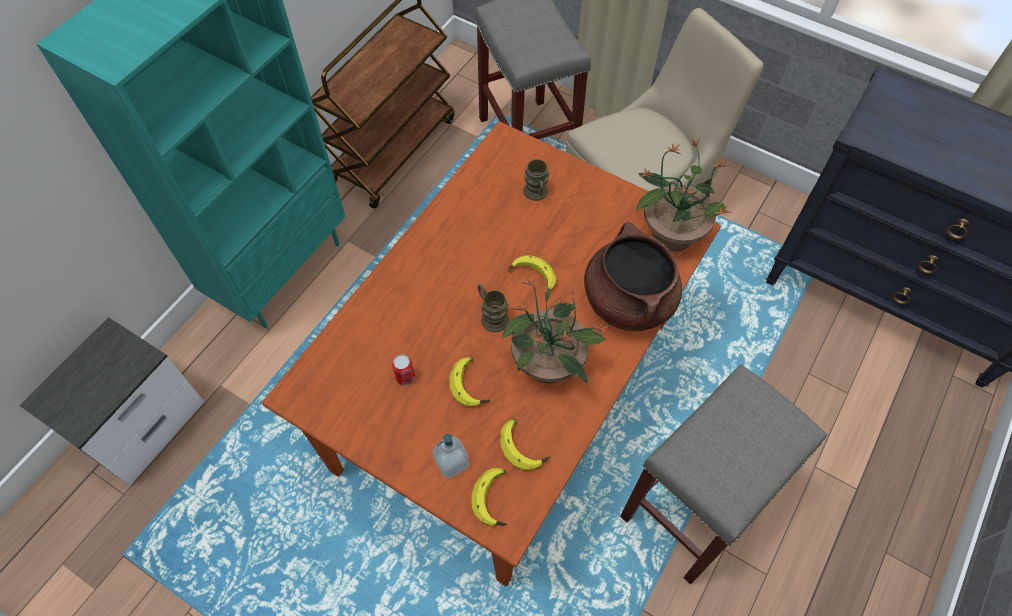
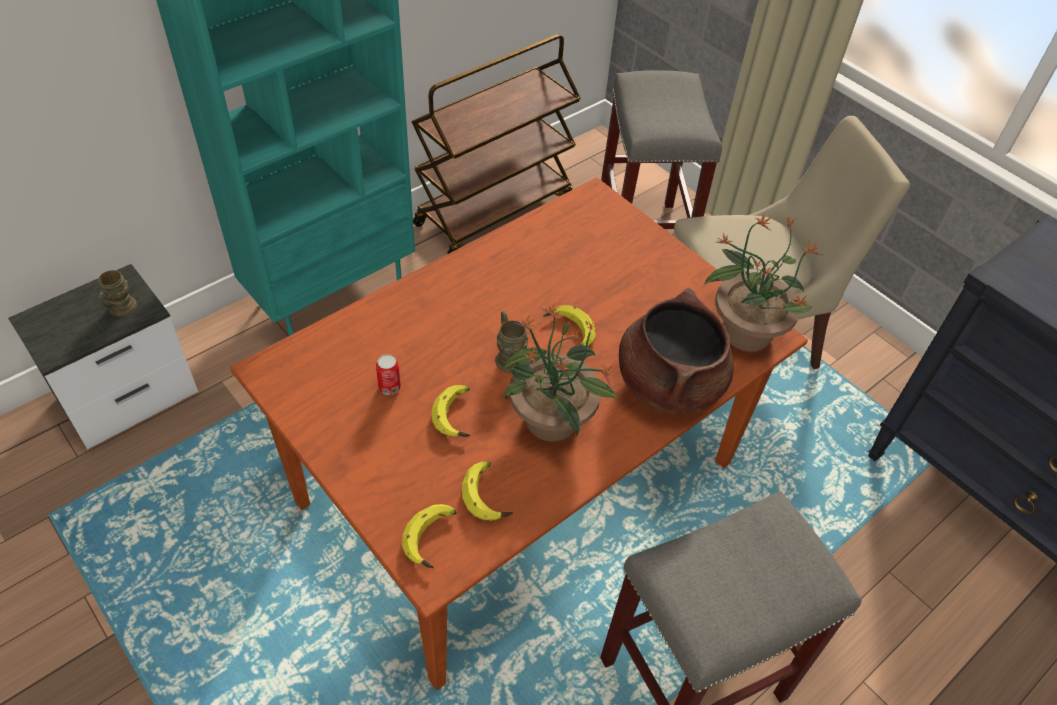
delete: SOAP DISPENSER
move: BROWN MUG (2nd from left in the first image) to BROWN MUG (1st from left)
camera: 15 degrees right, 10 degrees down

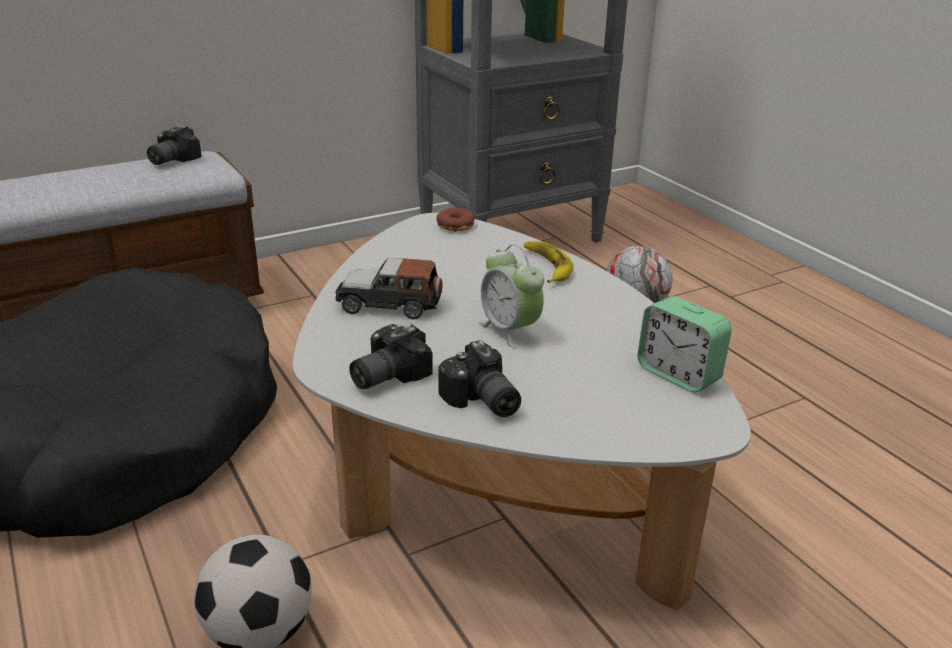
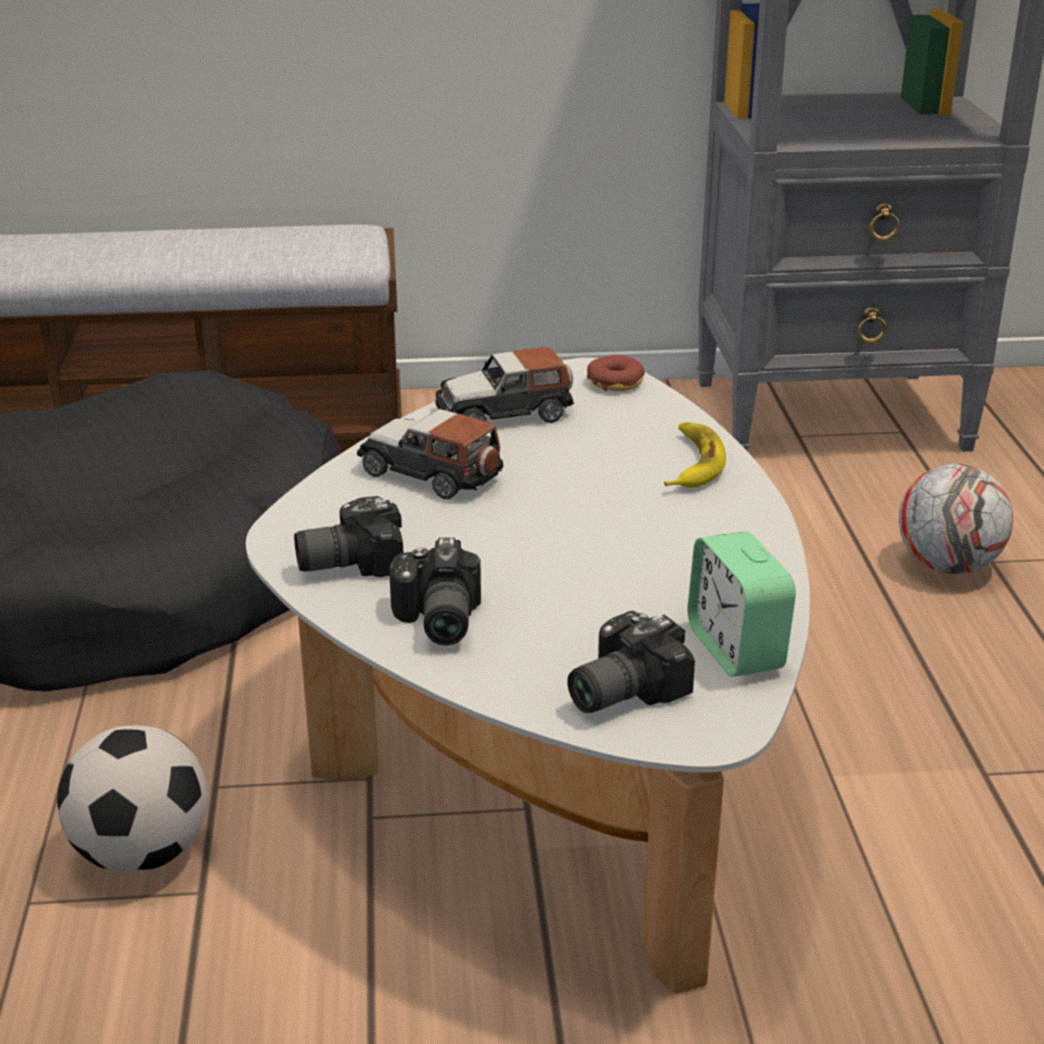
delete: ALARM CLOCK (1st from left)
insert: TOY CAR (2nd from left)
move: PHOTO CAMERA (1st from left in the first image) to PHOTO CAMERA (3rd from left)
camera: 25 degrees right, 0 degrees up

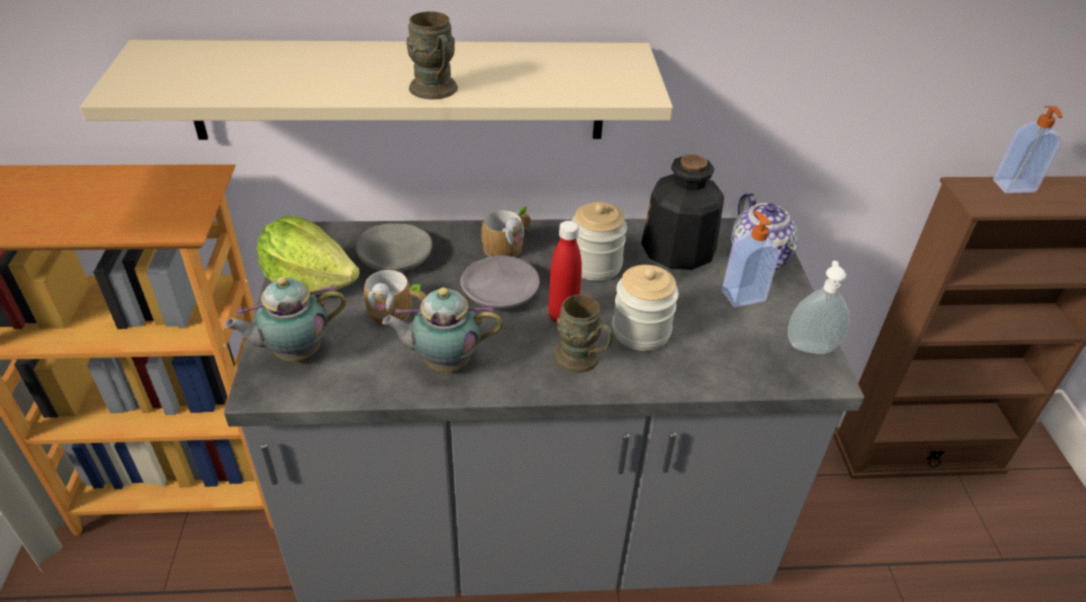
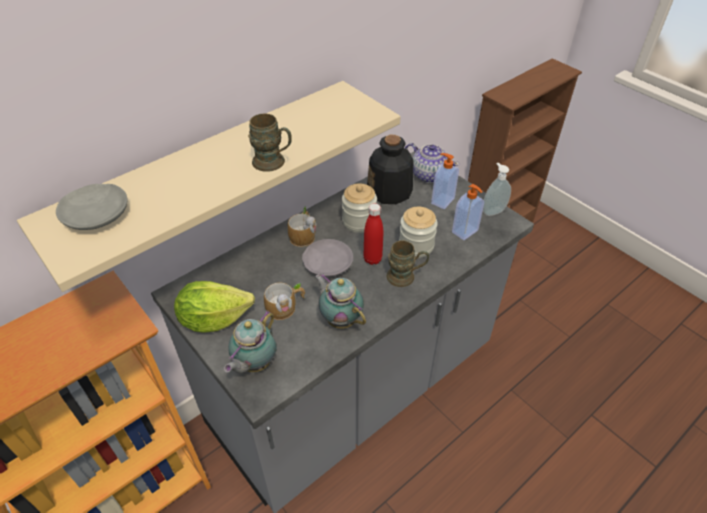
move: GREY PLATE (1st from left); SOAP DISPENSER (3rd from left in the first image) to SOAP DISPENSER (2nd from left)
rotate: TEAPOT (2nd from left) 90 degrees clockwise
camera: 35 degrees left, 5 degrees up

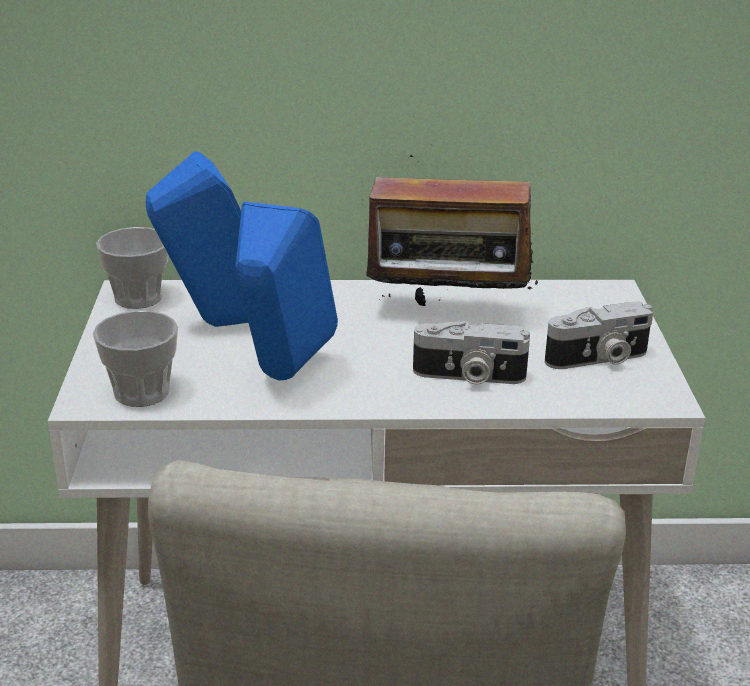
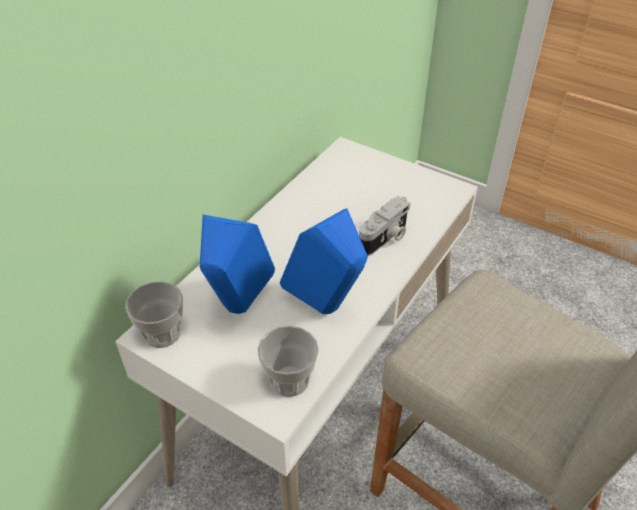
delete: RADIO; PHOTO CAMERA (2nd from left)
camera: 55 degrees left, 15 degrees up

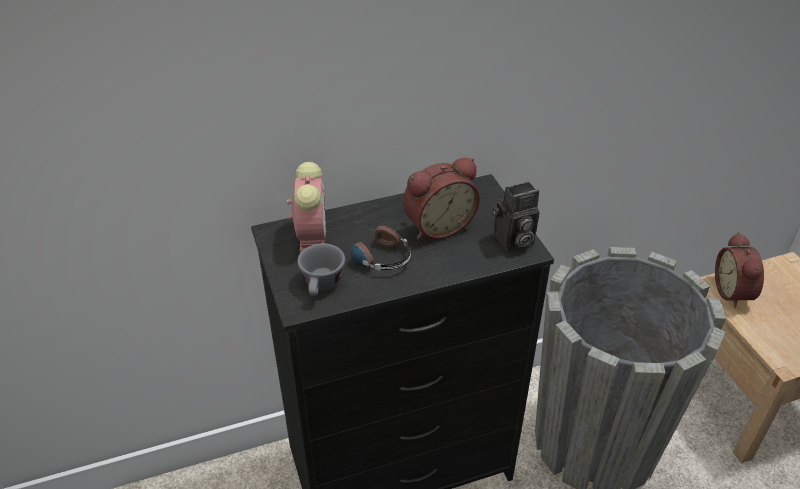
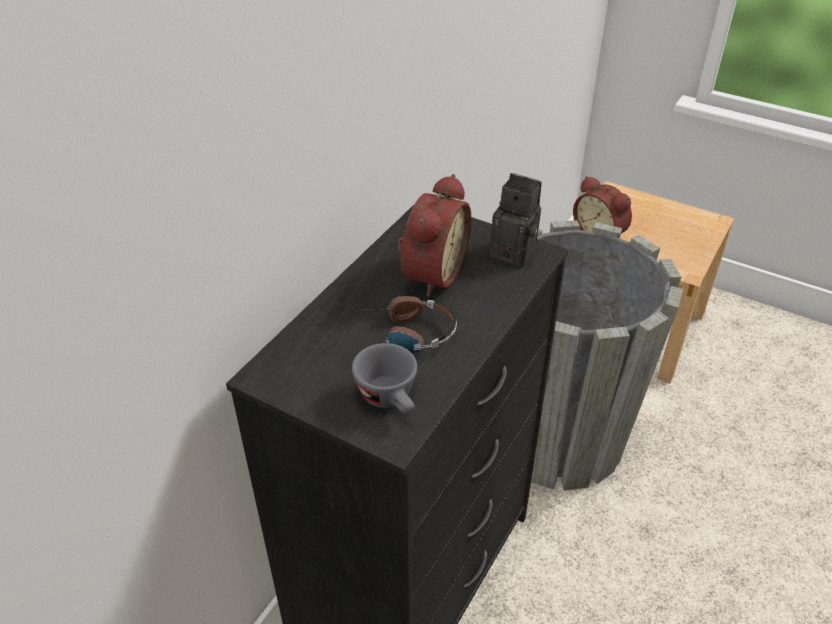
delete: ALARM CLOCK (1st from left)
rotate: PHOTO CAMERA 90 degrees counterclockwise
camera: 40 degrees left, 0 degrees up

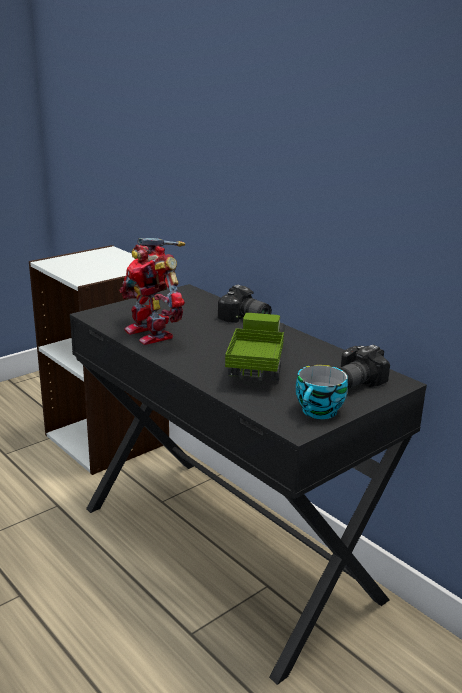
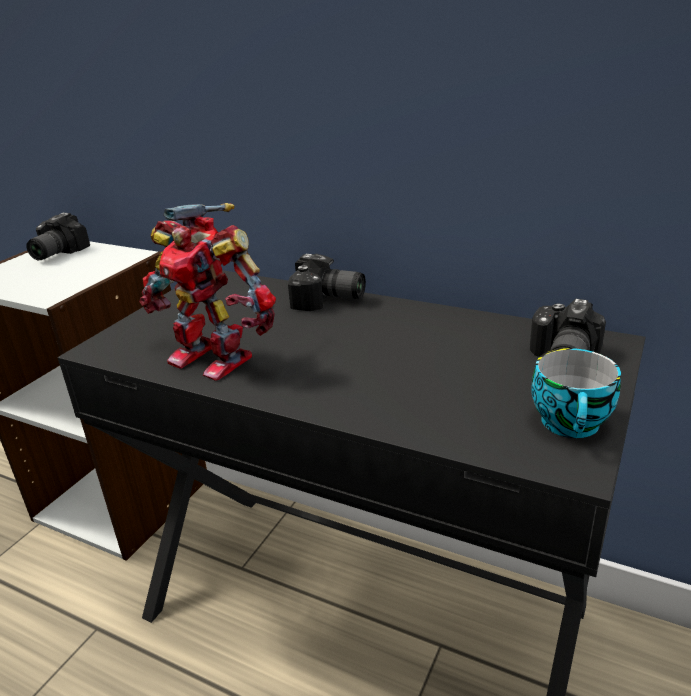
delete: TOY TRUCK
insert: PHOTO CAMERA (1st from left)
camera: 20 degrees left, 5 degrees up

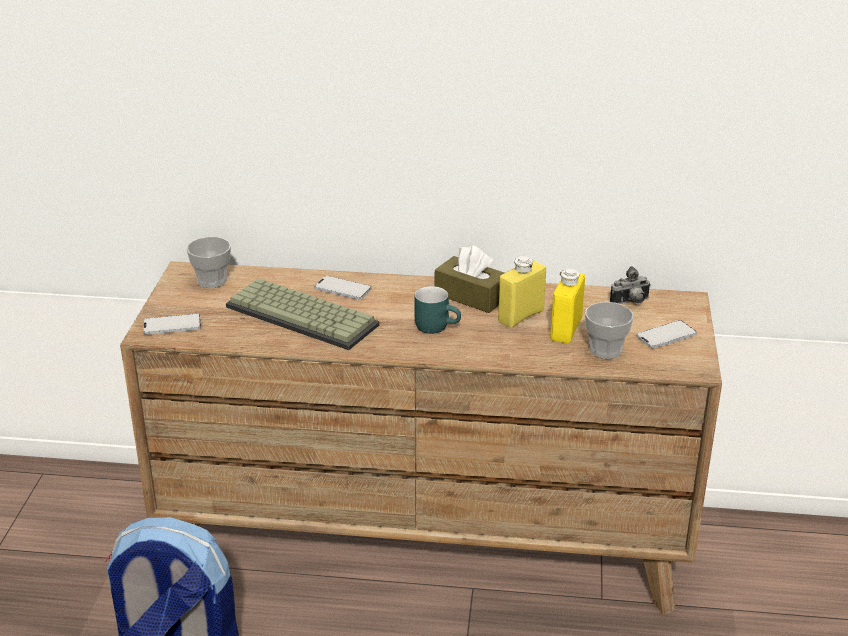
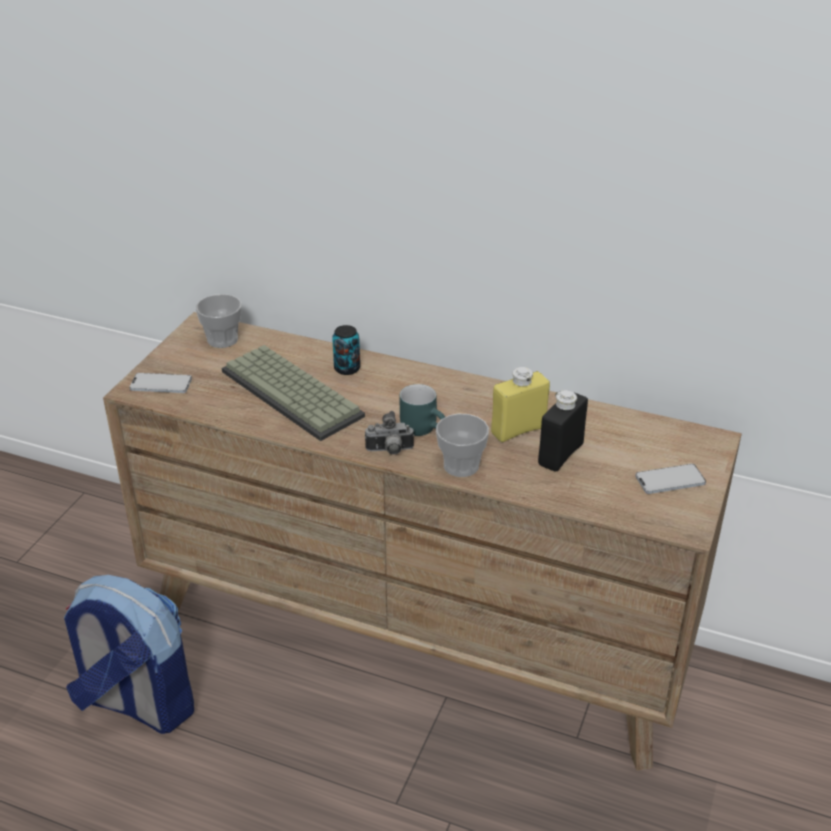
delete: BROWN TISSUE BOX
move: CUP (2nd from left); PHOTO CAMERA
replace: PHONE (2nd from left) to CAN
recolor: YELLOW BOTTLE (2nd from left) to BLACK BOTTLE
camera: 15 degrees right, 5 degrees up

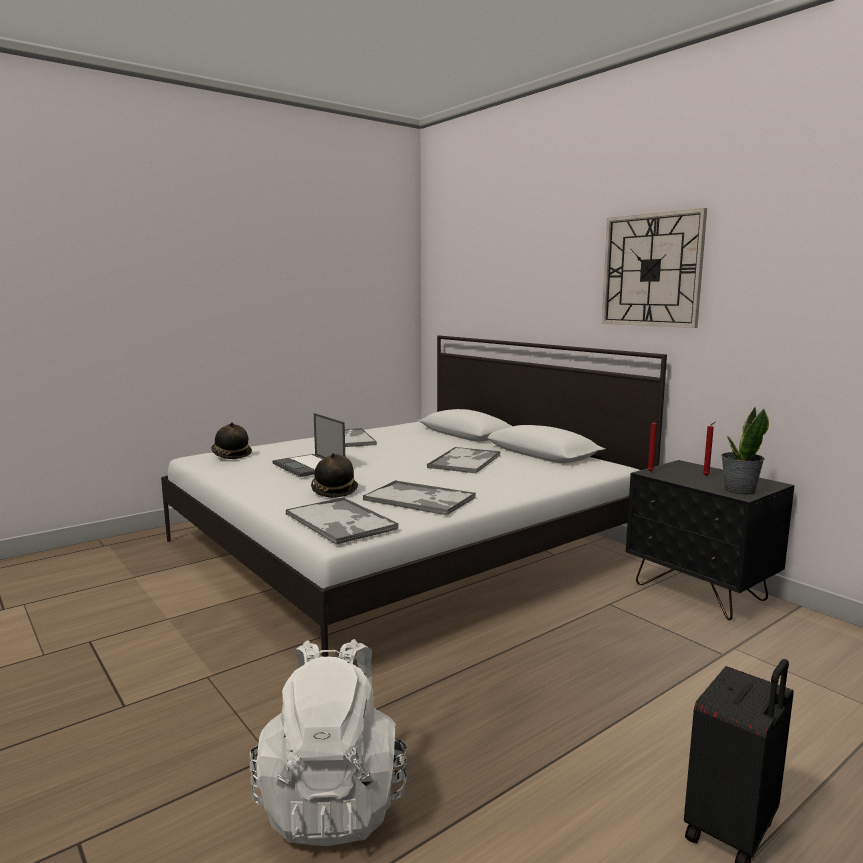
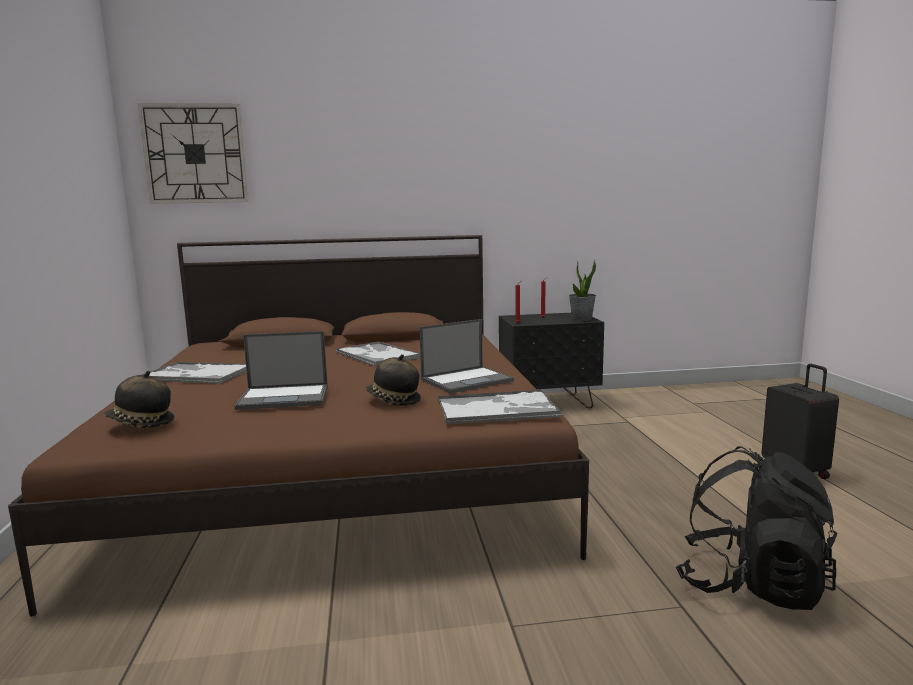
move: WALL CLOCK
replace: TRAY (3rd from left) to LAPTOP (2nd from left)
recolor: WHITE BED to BROWN BED; WHITE BACKPACK to BLACK BACKPACK
camera: 60 degrees left, 0 degrees up

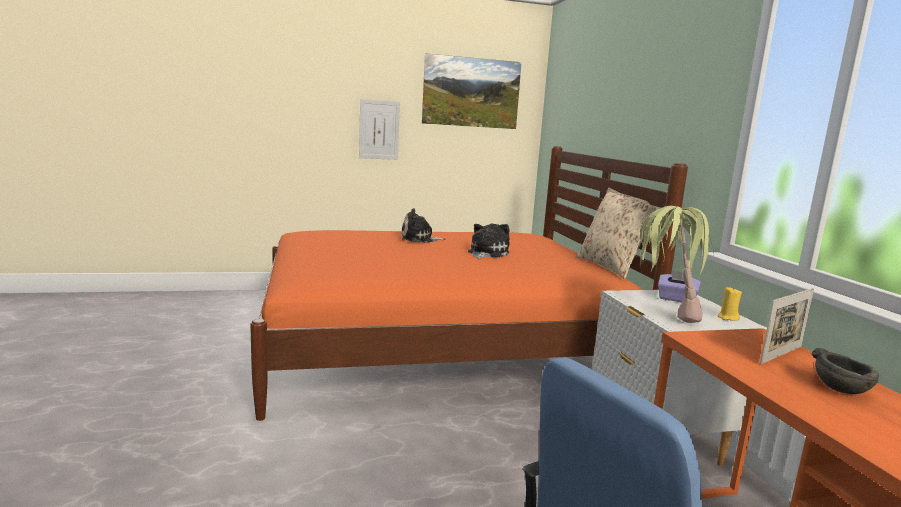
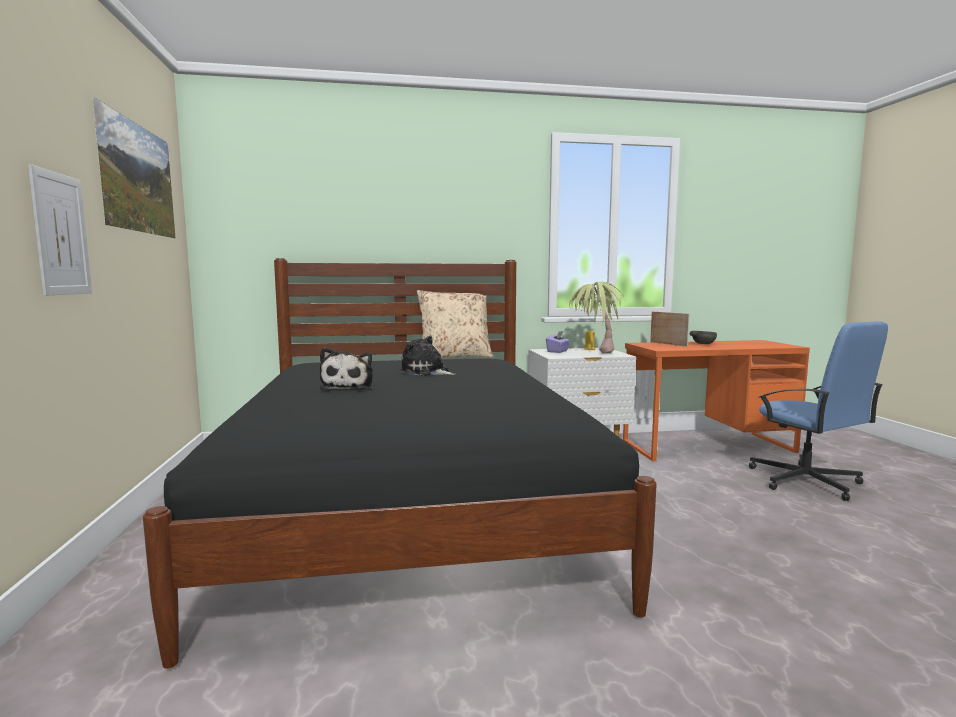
recolor: ORANGE BED to BLACK BED
camera: 85 degrees left, 5 degrees down

